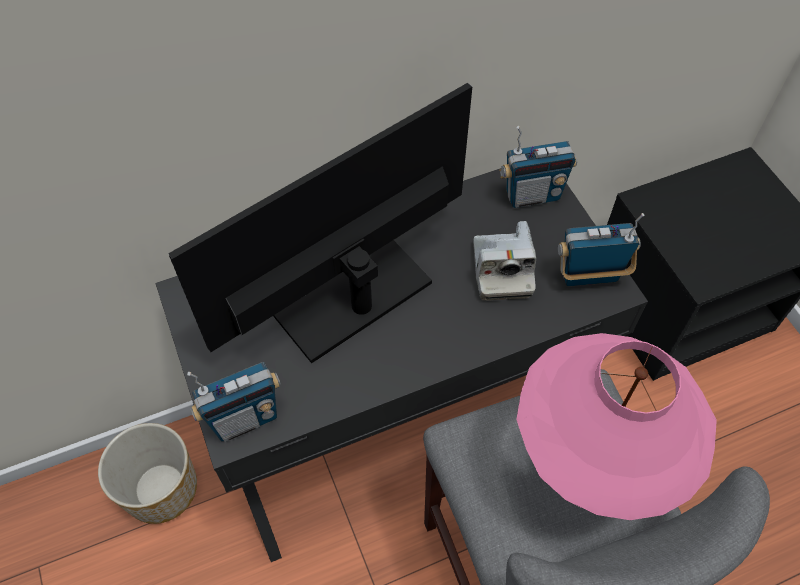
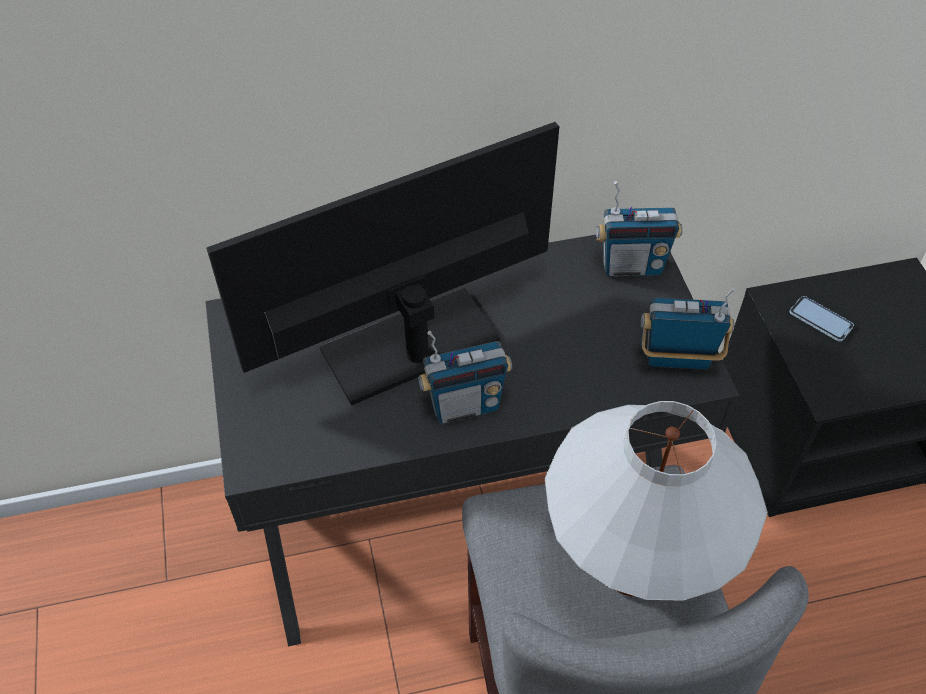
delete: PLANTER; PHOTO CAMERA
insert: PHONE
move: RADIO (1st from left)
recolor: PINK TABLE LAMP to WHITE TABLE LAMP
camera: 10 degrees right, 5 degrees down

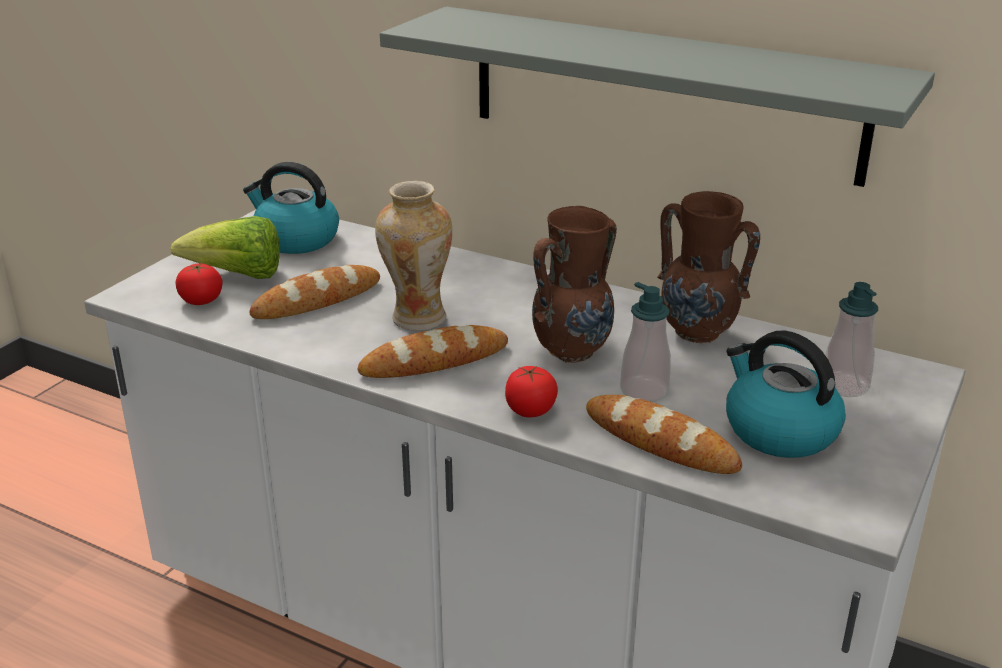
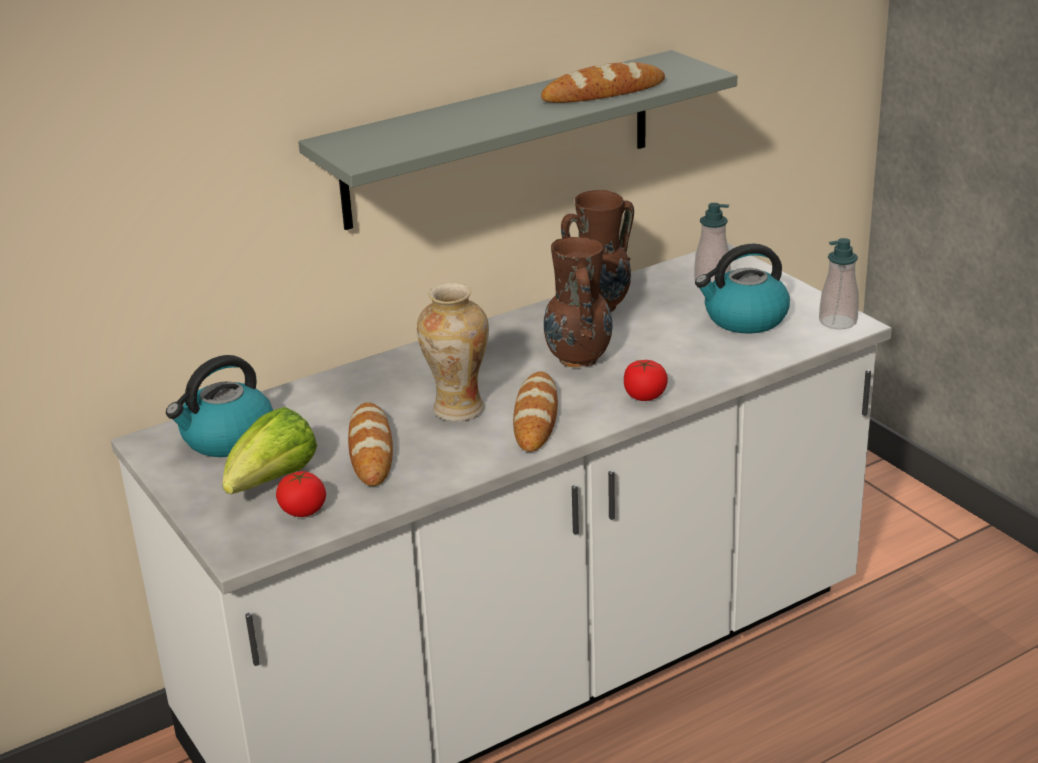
move: BREAD (3rd from left); SOAP DISPENSER (1st from left in the first image) to SOAP DISPENSER (2nd from left)
camera: 60 degrees left, 0 degrees up

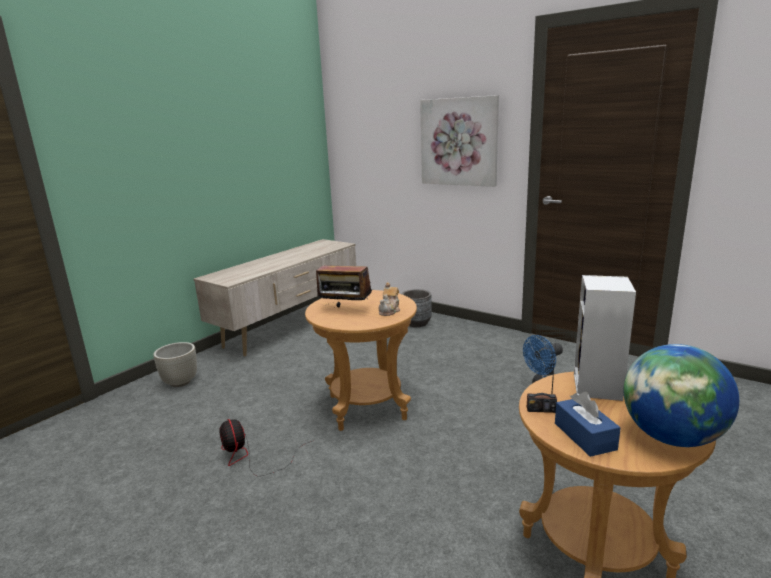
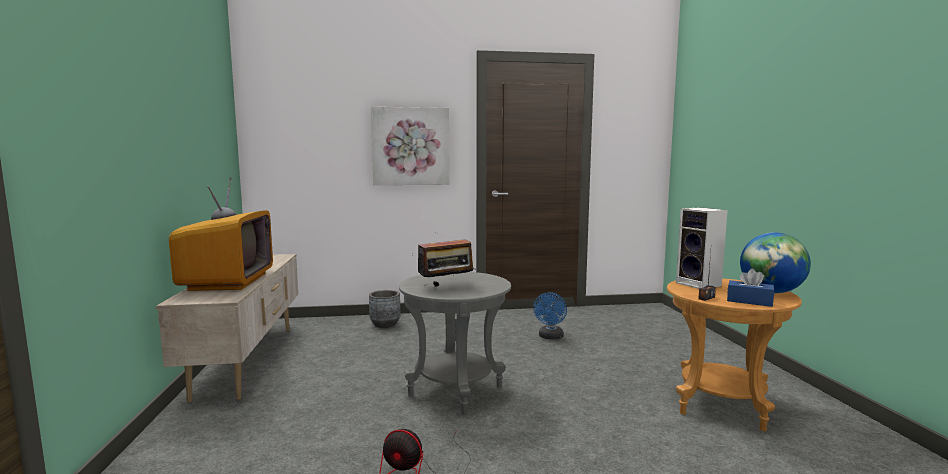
delete: GREY PLANTER (1st from left); TEAPOT
insert: TELEVISION
recolor: BROWN SIDE TABLE (1st from left) to GREY SIDE TABLE
camera: 45 degrees left, 10 degrees down

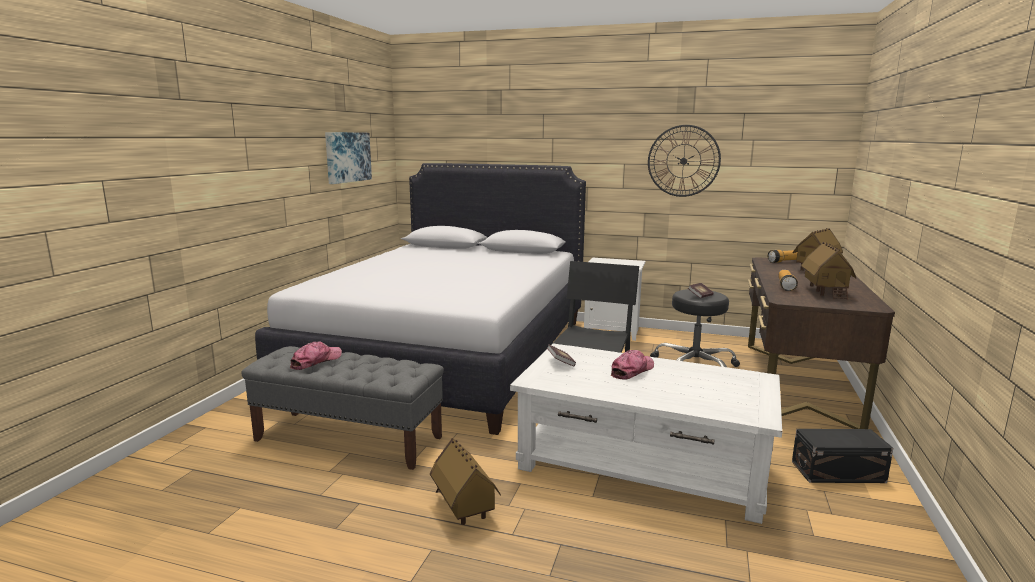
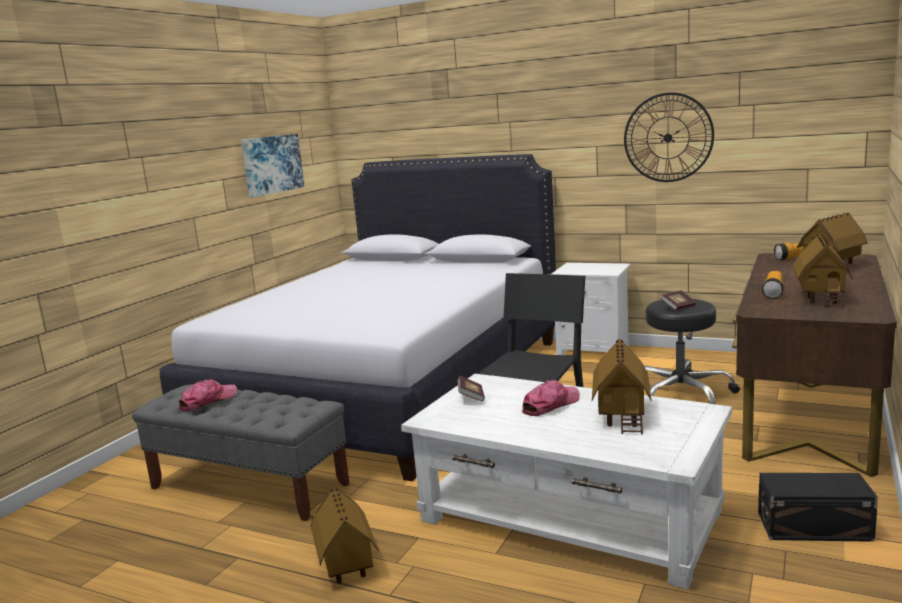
insert: TOY HOUSE (2nd from left)
camera: 10 degrees right, 0 degrees up

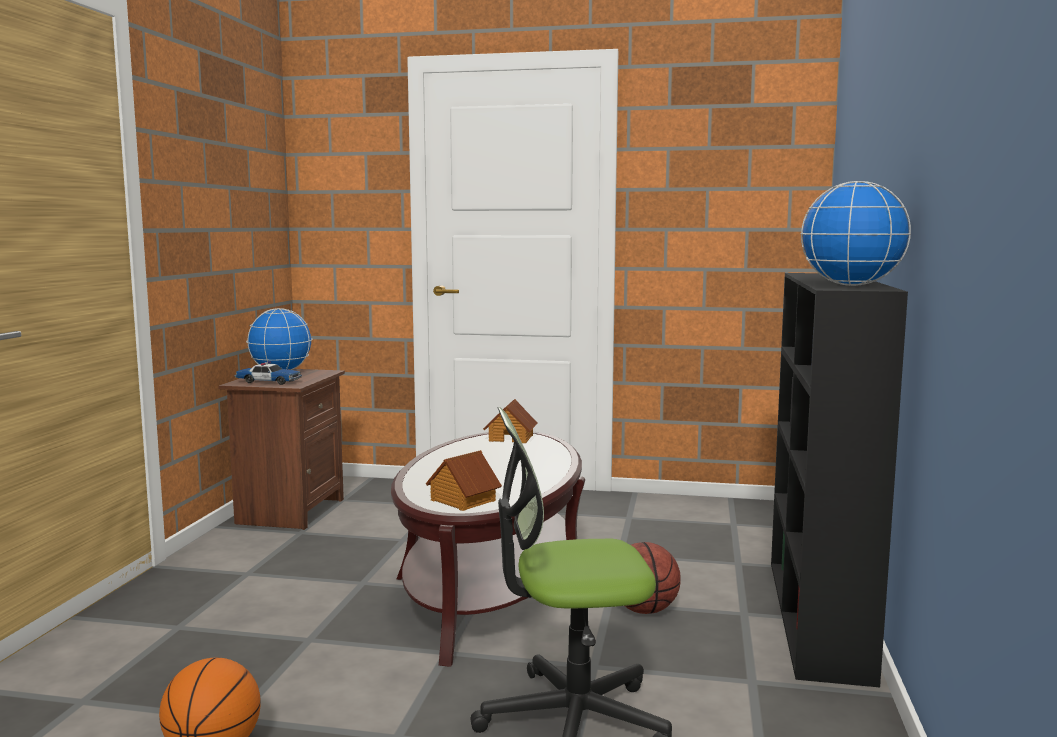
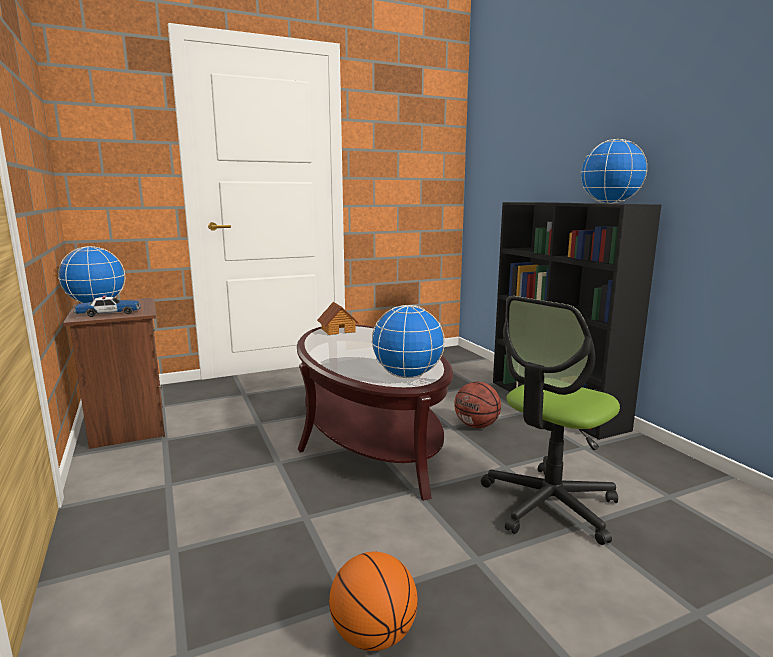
replace: TOY HOUSE (1st from left) to GLOBE (2nd from left)
camera: 35 degrees left, 5 degrees up

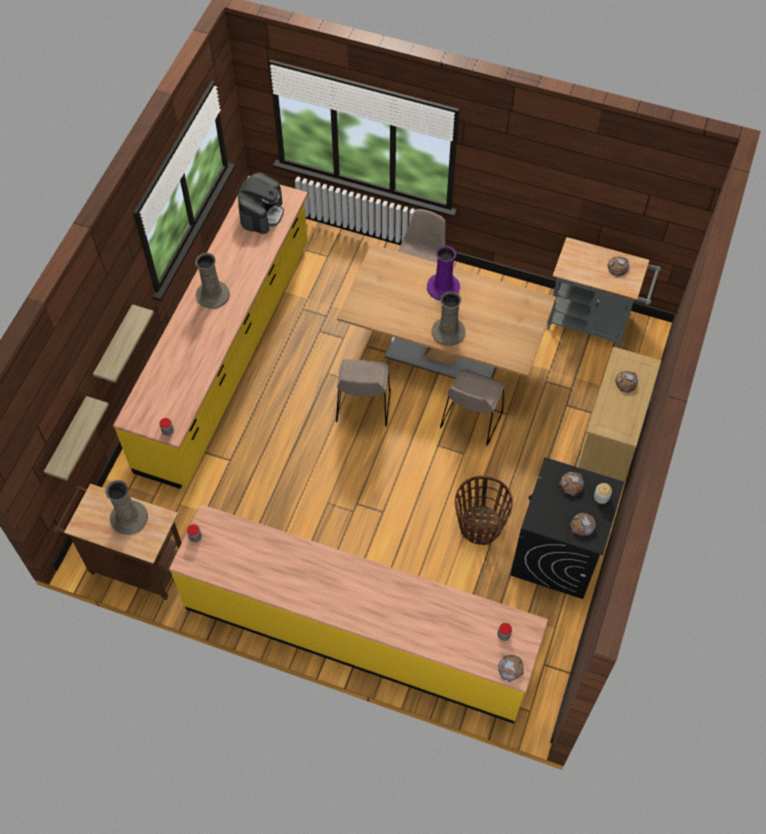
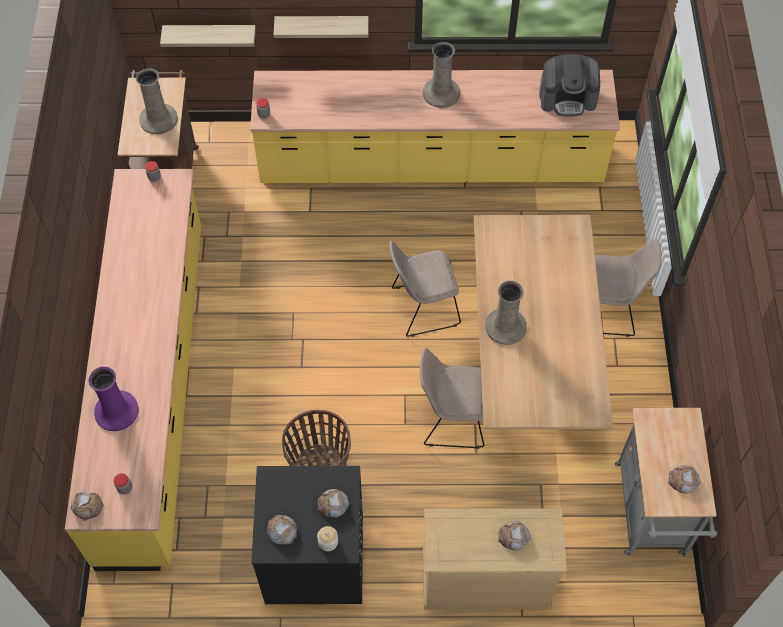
move: PURPLE VASE
camera: 70 degrees right, 0 degrees up

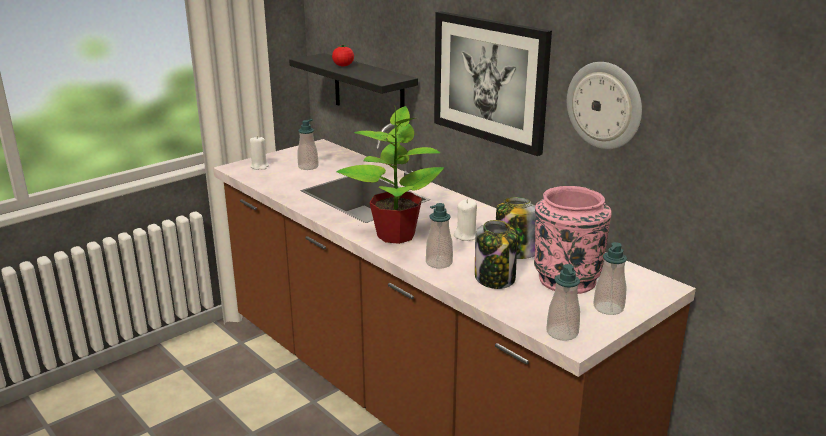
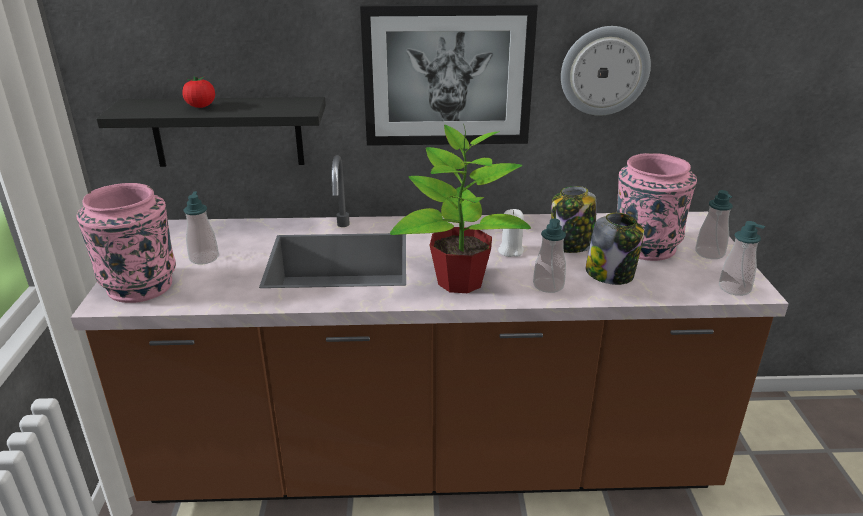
replace: WHITE CANDLE (1st from left) to PINK VASE (1st from left)
camera: 50 degrees left, 5 degrees up

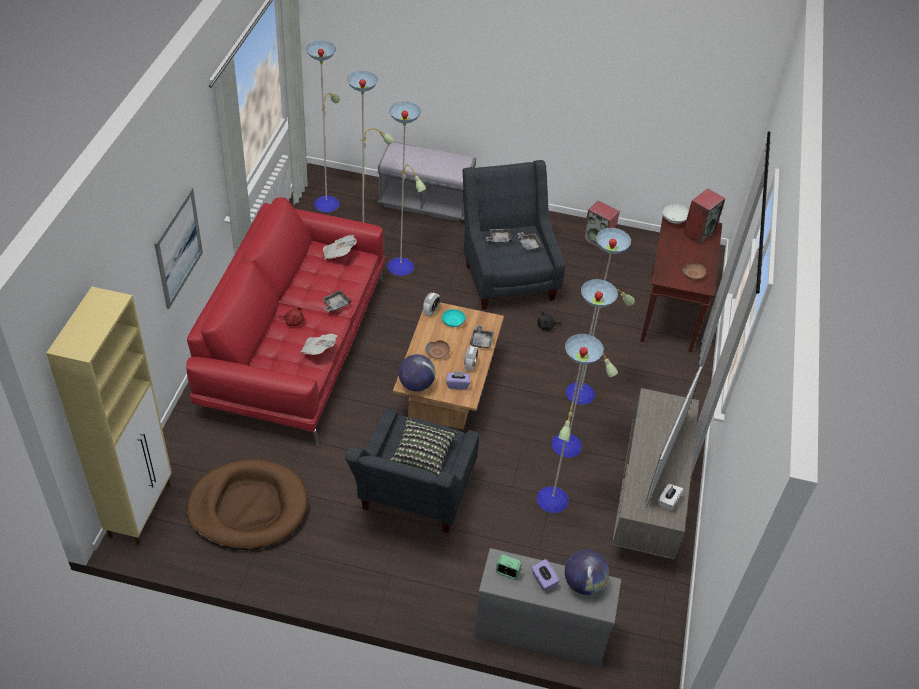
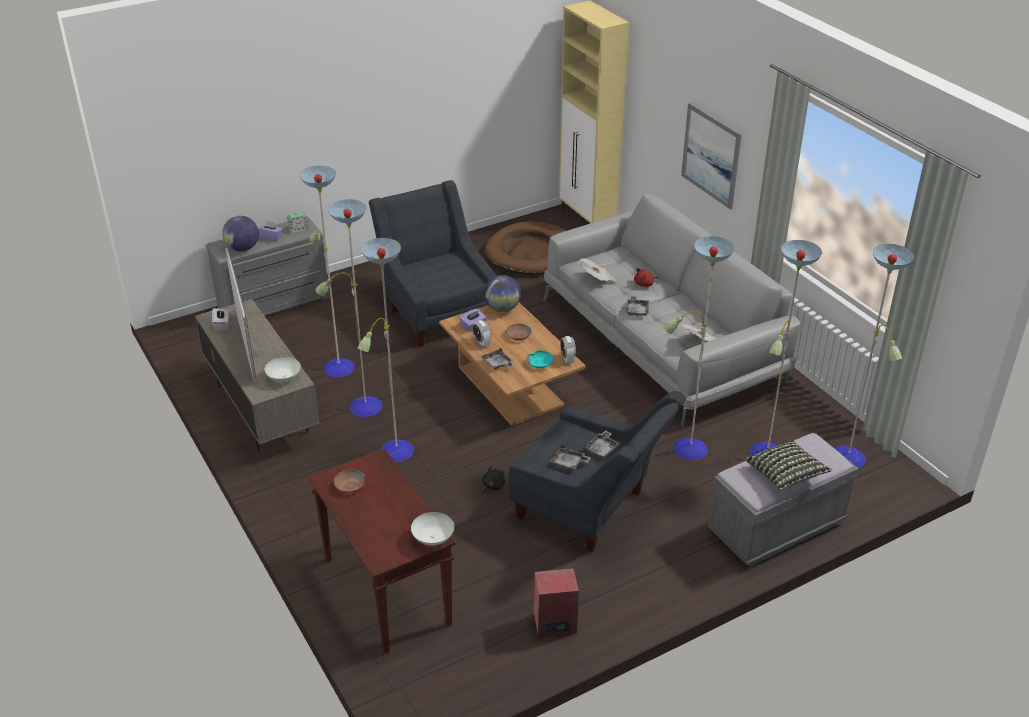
delete: SPEAKER (2nd from left)
insert: WHITE BOWL (1st from left)
move: PILLOW
recolor: RED SOFA to GREY SOFA
camera: 140 degrees right, 10 degrees down

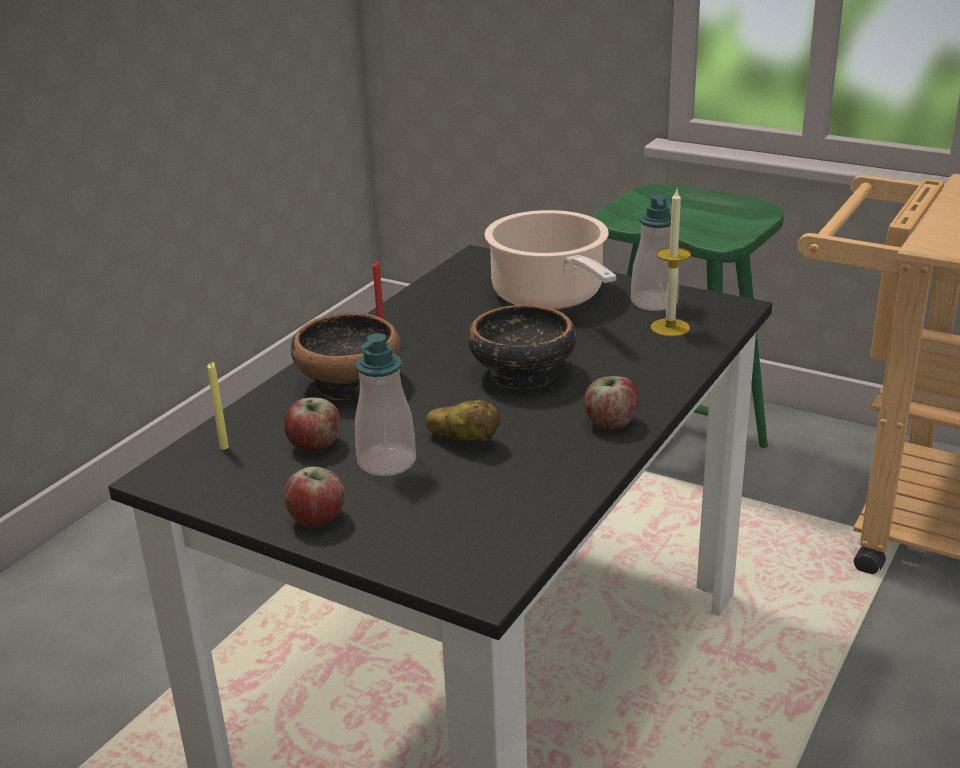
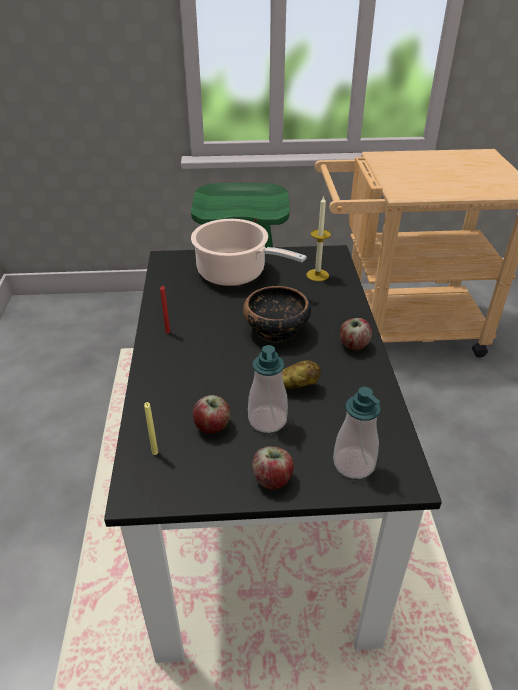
delete: BOWL (1st from left)
move: SOAP DISPENSER (2nd from left)
camera: 35 degrees left, 10 degrees up

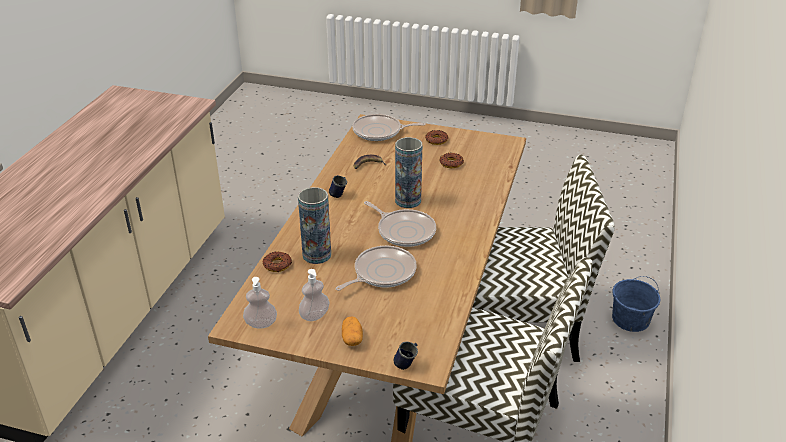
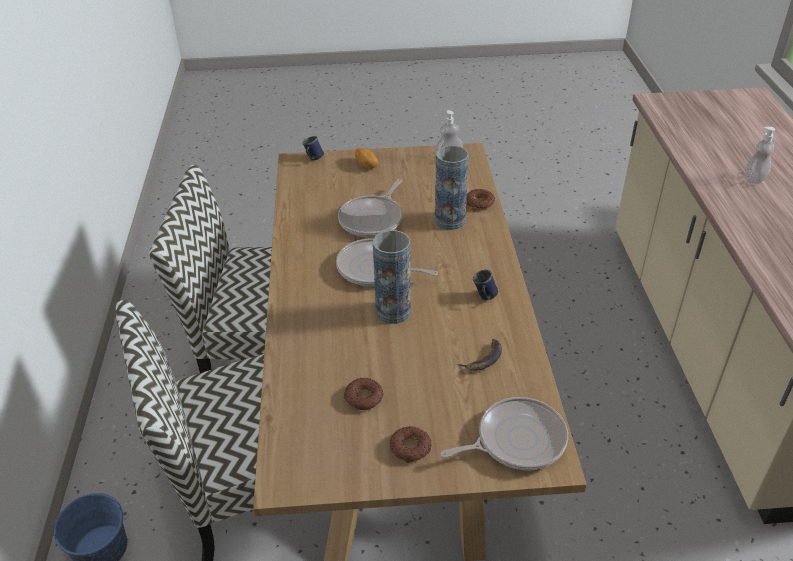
move: SOAP DISPENSER (2nd from left)
camera: 160 degrees right, 5 degrees up

